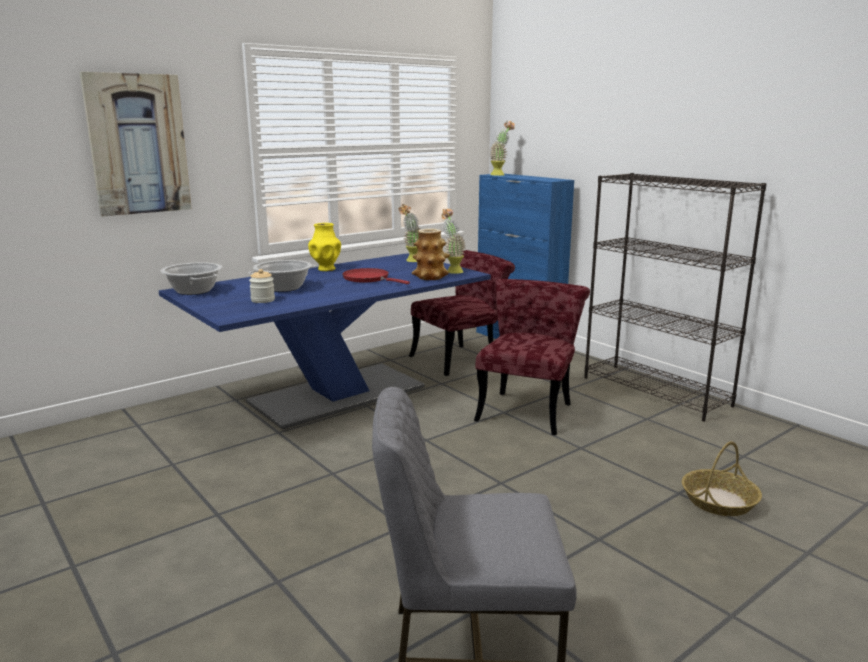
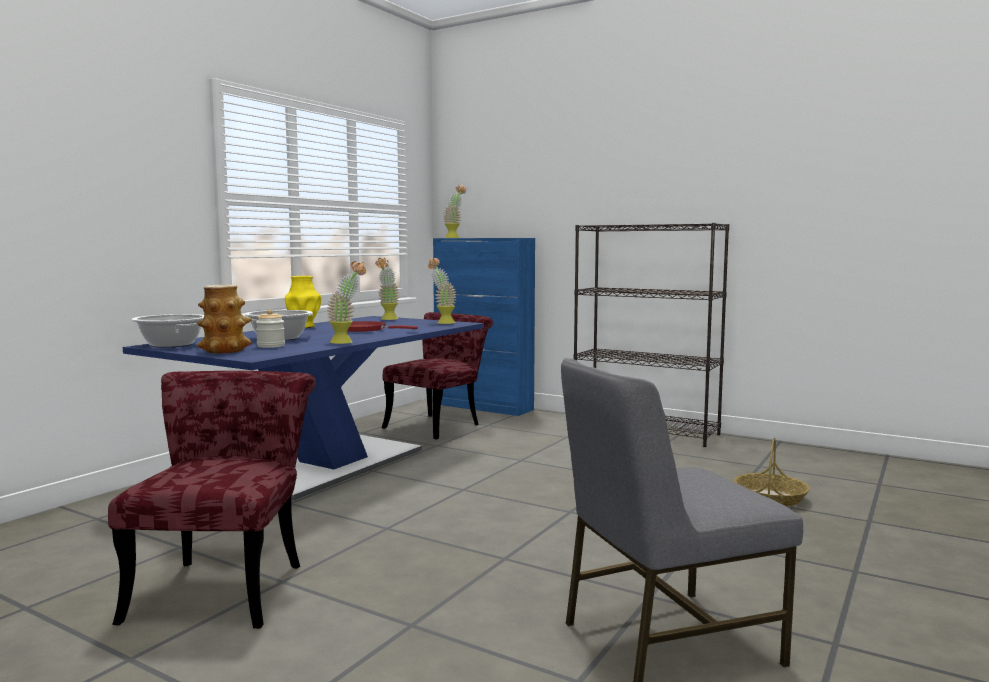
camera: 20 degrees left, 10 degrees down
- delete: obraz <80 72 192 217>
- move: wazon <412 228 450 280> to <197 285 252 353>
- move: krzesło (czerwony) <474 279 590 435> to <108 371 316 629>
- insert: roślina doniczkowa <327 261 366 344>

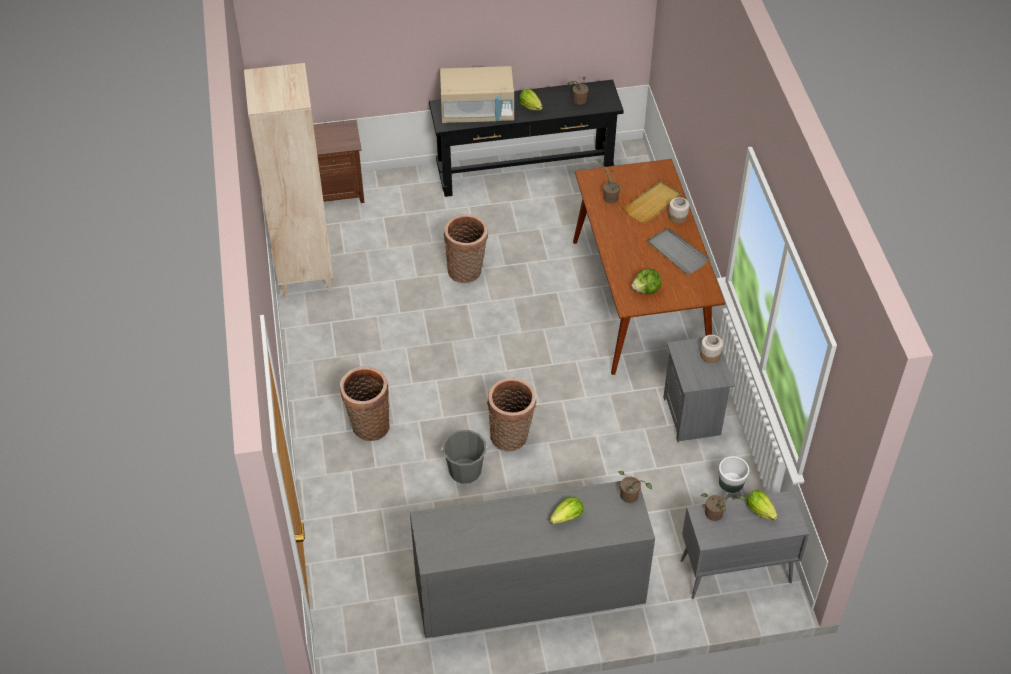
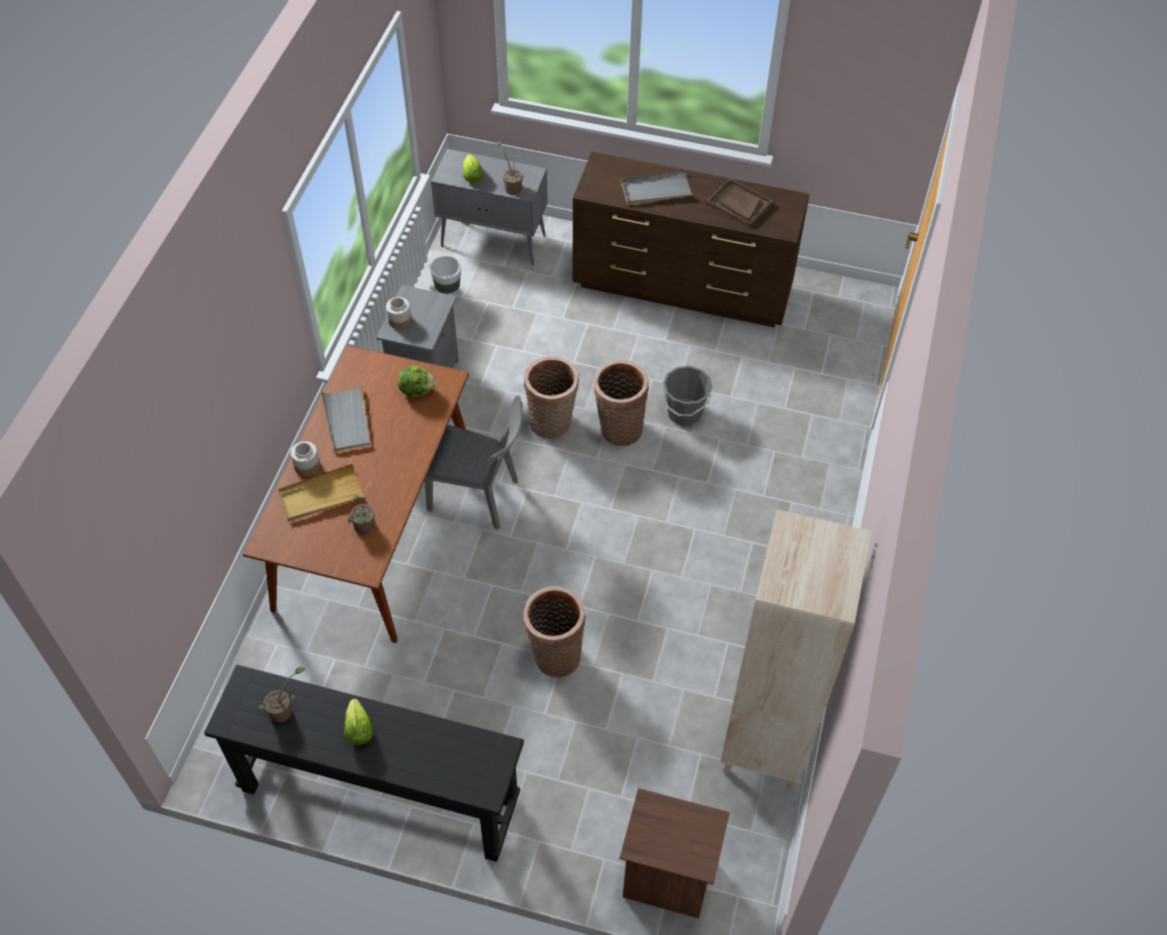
camera: 155 degrees left, 5 degrees up
- delete: mikrofalówka (beżowy) <440 66 514 123>
- move: koszyk <340 366 390 441> to <524 356 579 439>
- delete: roślina doniczkowa <618 471 652 503>
- recolor: komoda (szary) <410 478 655 638> to komoda (brązowy) <573 152 810 327>
- replace: sałata <550 497 583 524> to taca (szary) <621 169 694 205>
- insert: taca (brązowy) <706 178 773 228>
- insert: krzesło (szary) <424 395 523 530>

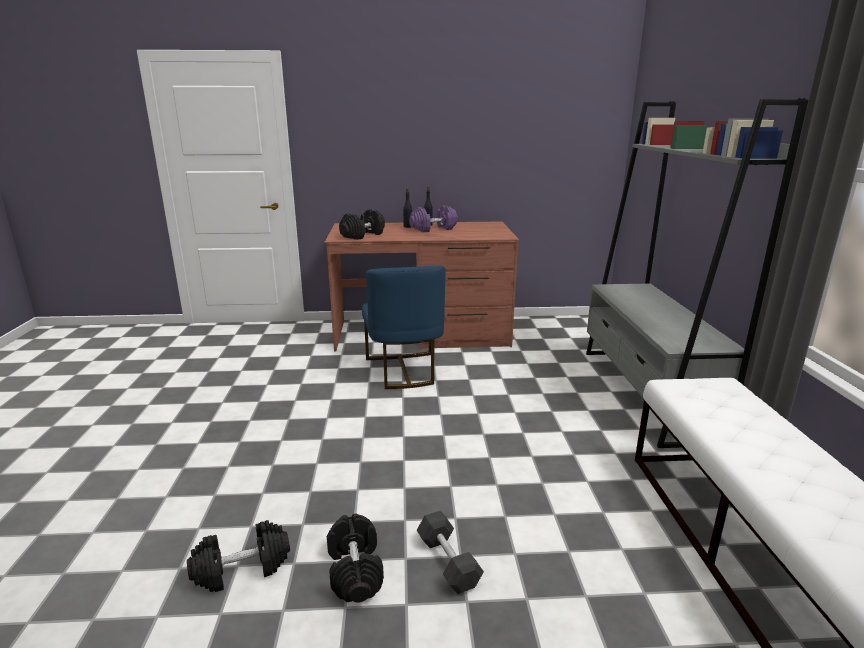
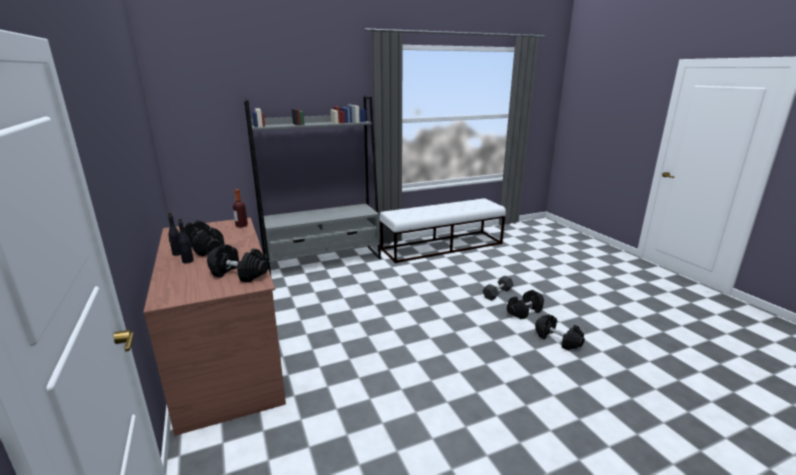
camera: 110 degrees left, 0 degrees up
- recolor: hantel (fioletowy) <409 205 458 232> to hantel (czarny) <184 220 224 256>
- delete: krzesło (niebieski) <362 265 446 389>
- insert: butelka <233 189 248 228>

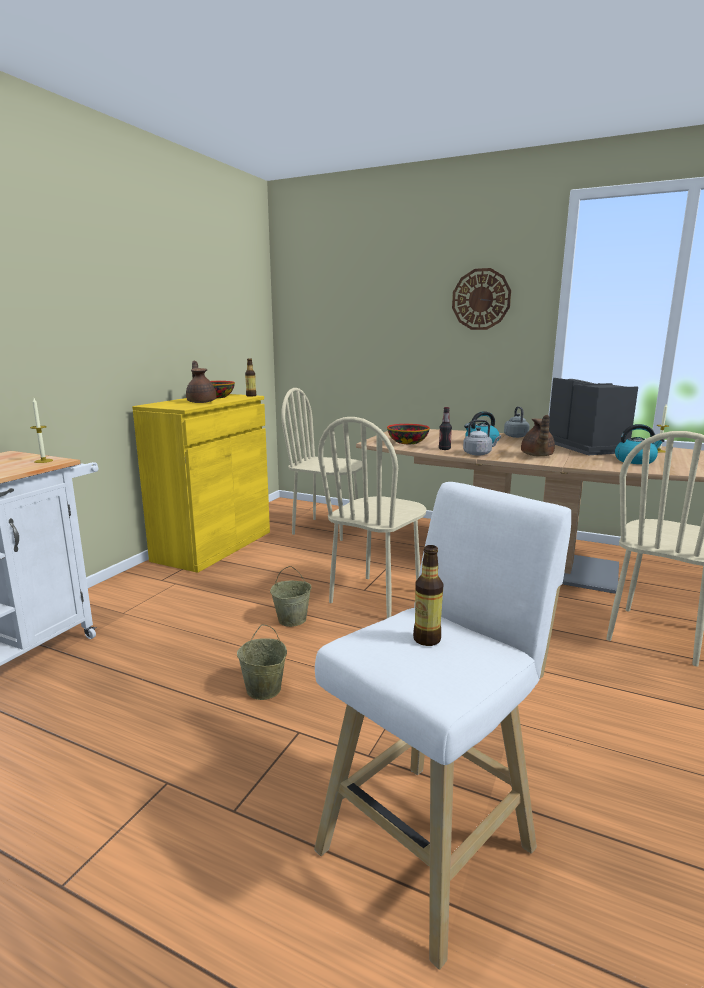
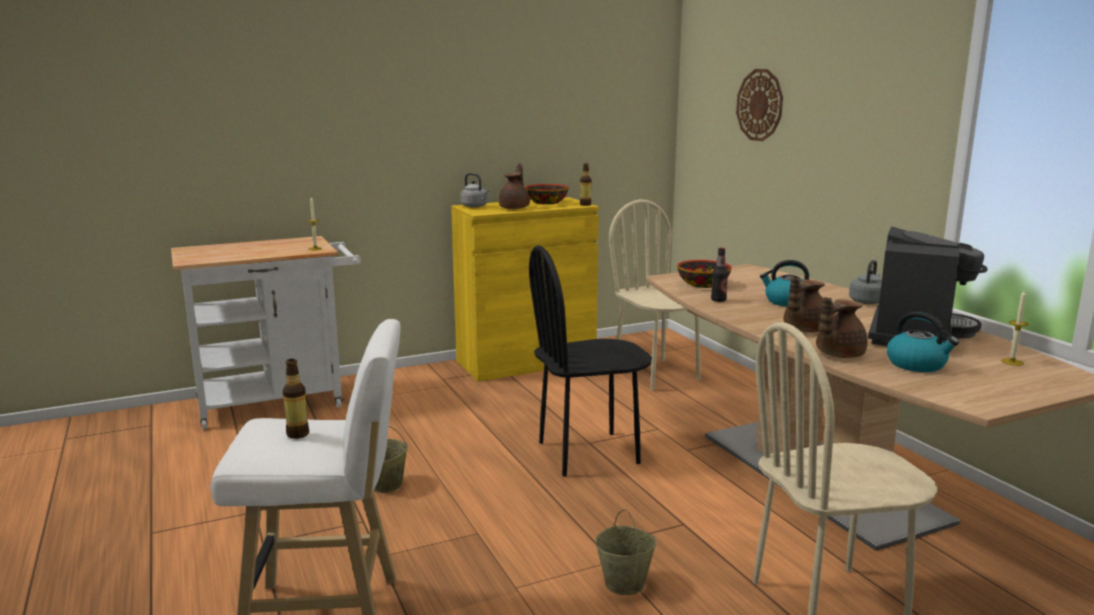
camera: 40 degrees right, 0 degrees up
- move: zegar ścienny <452 268 511 330> to <736 69 783 141>
- recolor: krzesło (beżowy) <318 417 426 618> to krzesło (czarny) <529 245 652 477>
- move: czajnik (szary) <463 420 501 456> to <461 173 489 208>
- move: wiadro (beżowy) <270 566 311 627> to <595 509 657 595>
- insert: imbryk (brązowy) <816 297 867 358>

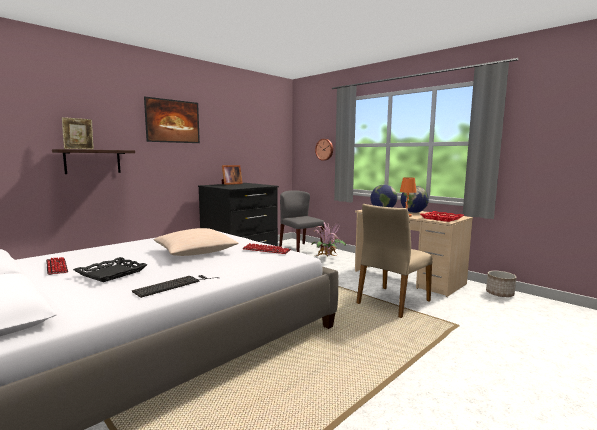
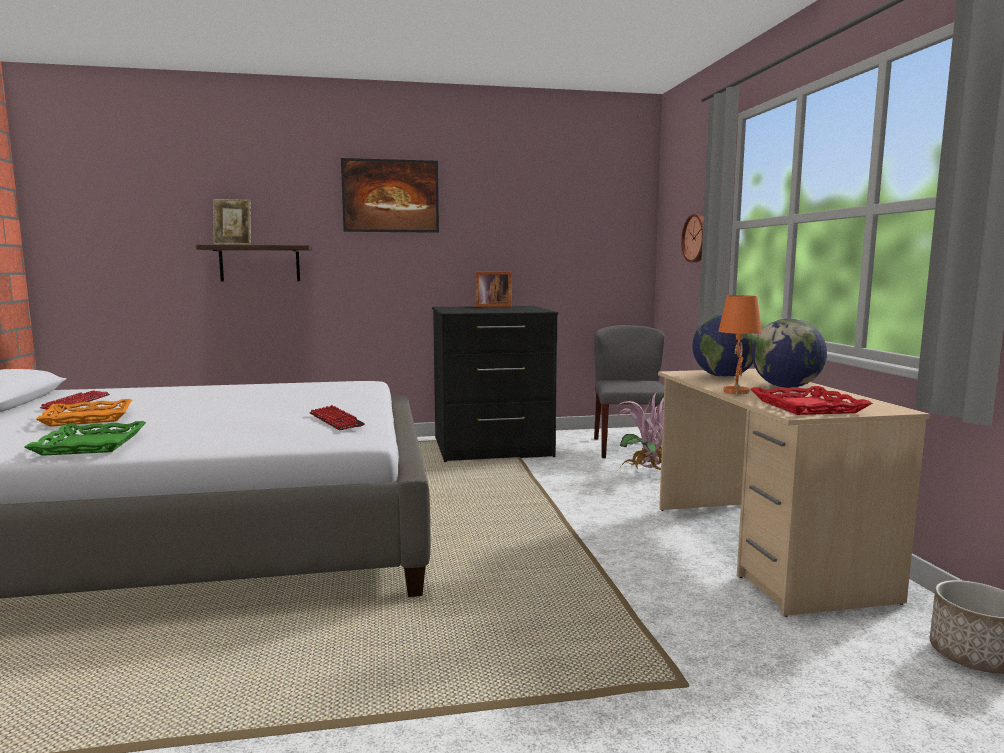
camera: 35 degrees right, 0 degrees up
- delete: krzesło (beżowy) <357 204 432 318>
- delete: poduszka (beżowy) <154 228 238 256>
- recolor: taca (czarny) <73 257 148 282> to taca (pomarańczowy) <36 399 132 427>
- replace: klawiatura <132 275 219 298> to taca (zielony) <24 421 146 456>

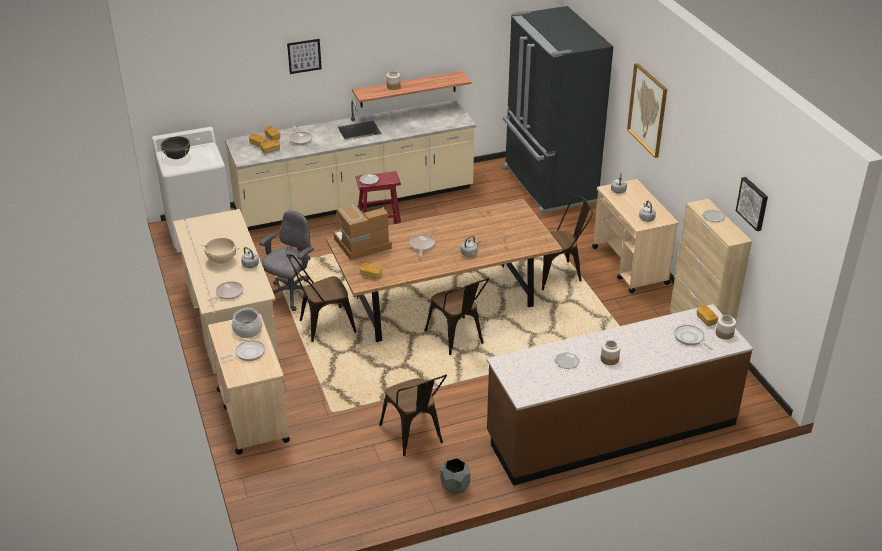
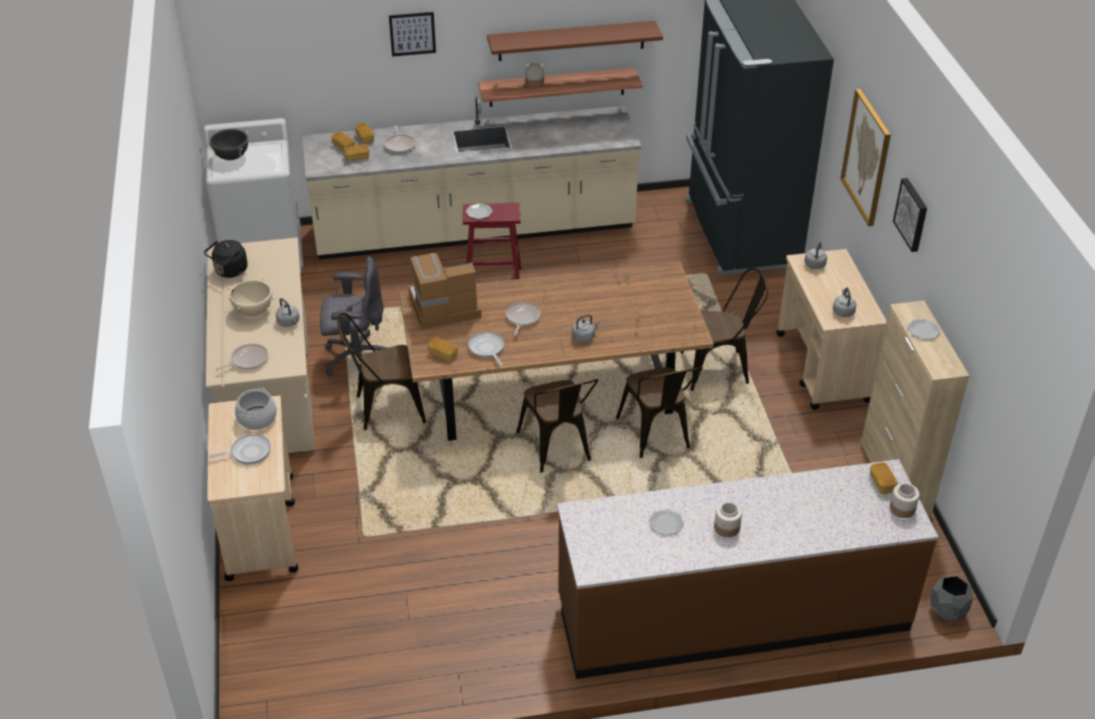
camera: 10 degrees right, 5 degrees up
- move: obraz <736 177 768 231> to <893 178 927 252>
- rotate: krzesło biurowe (szary) <259 211 314 311> = <320 256 388 376> 45 degrees clockwise
- move: patelnia <674 325 713 350> to <468 332 504 366>
- move: krzesło (brązowy) <379 374 447 456> to <616 366 703 458>
- move: donica (szary) <440 458 470 494> to <930 576 973 622>
- insert: półka (brązowy) <487 21 663 61>
- insert: czajnik (czarny) <204 240 248 278>

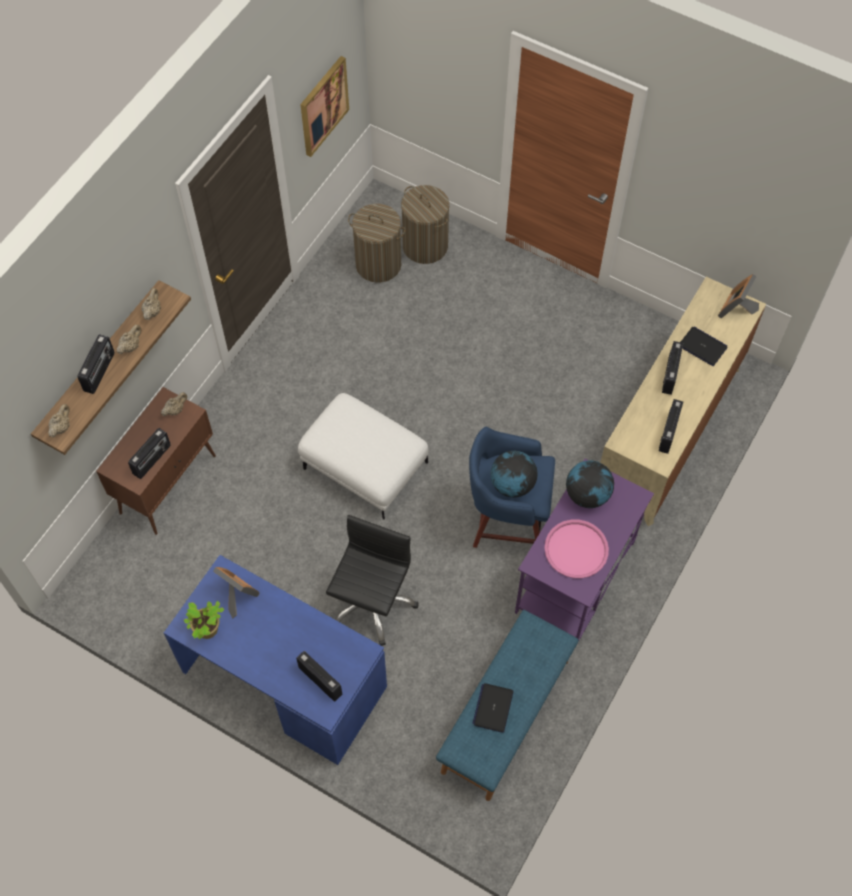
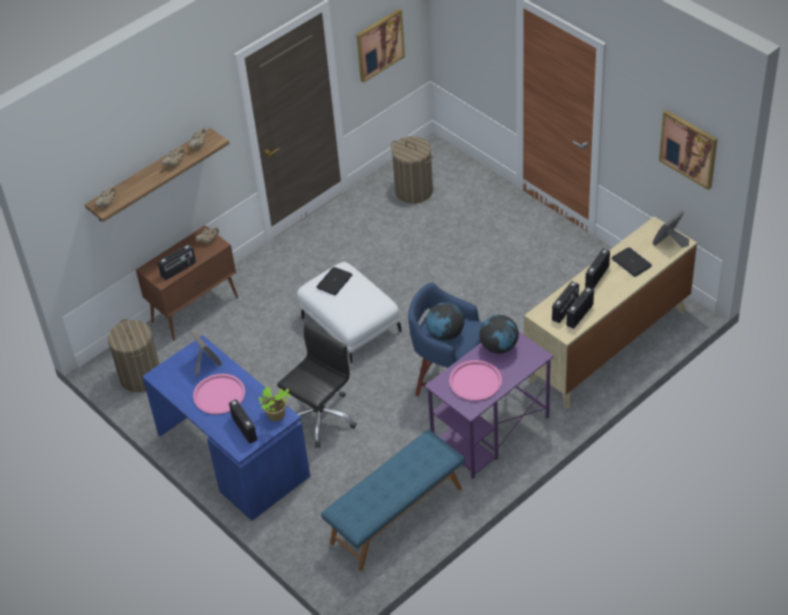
camera: 20 degrees right, 15 degrees down
- move: kosz na pranie <401 185 449 264> to <108 319 159 392>
- move: radio <77 334 114 394> to <552 281 579 323>
- move: roślina doniczkowa <184 601 224 639> to <259 387 291 421>
- move: laptop <472 683 514 733> to <316 267 353 295>
- insert: obraz <659 110 717 190>
- insert: taca (różowy) <193 374 245 415>

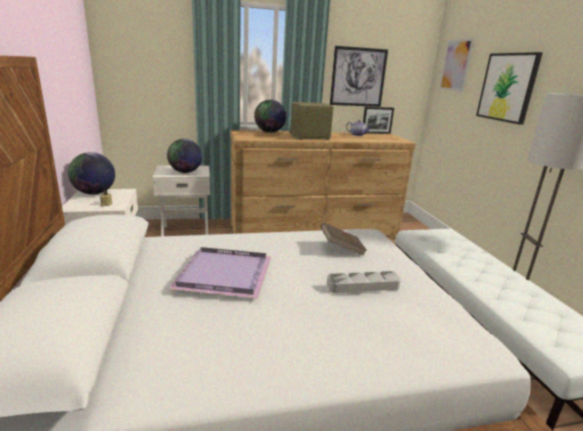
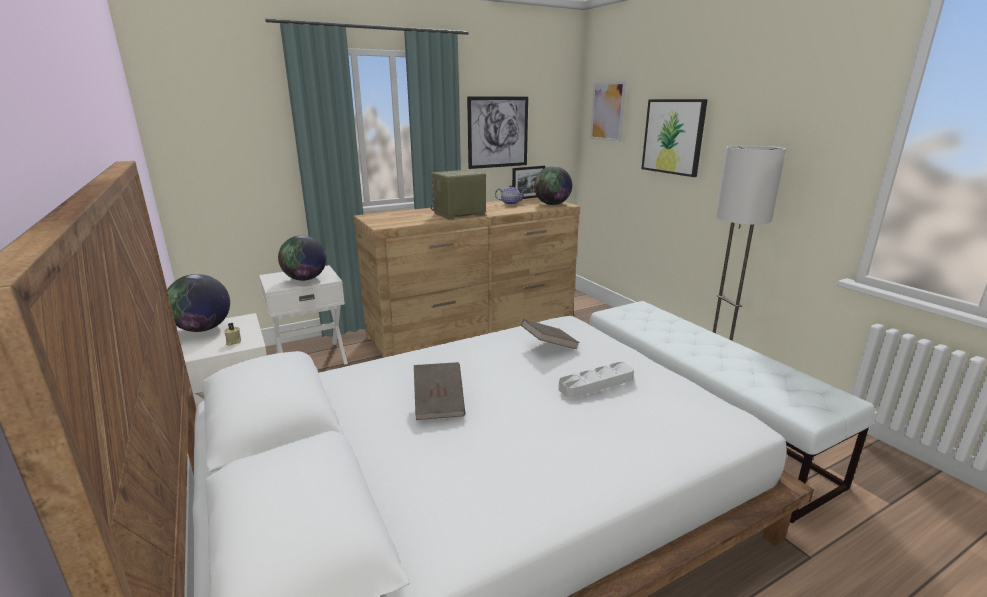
camera: 15 degrees left, 0 degrees up
- move: globus <254 100 286 133> to <534 166 572 205>
- replace: taca (fioletowy) <169 247 271 298> to książka (brązowy) <414 362 465 420>

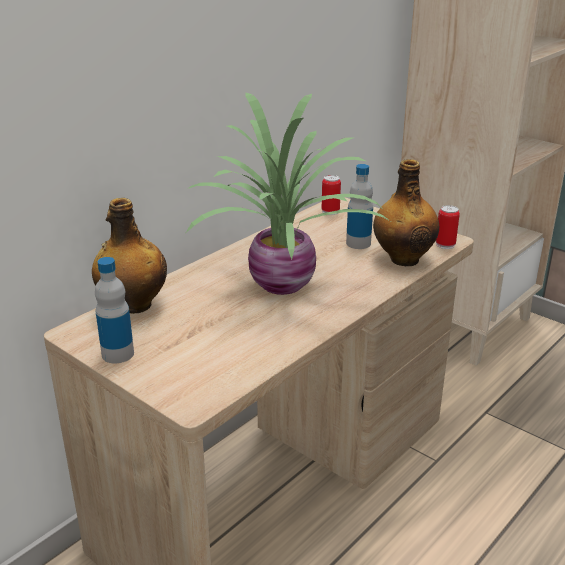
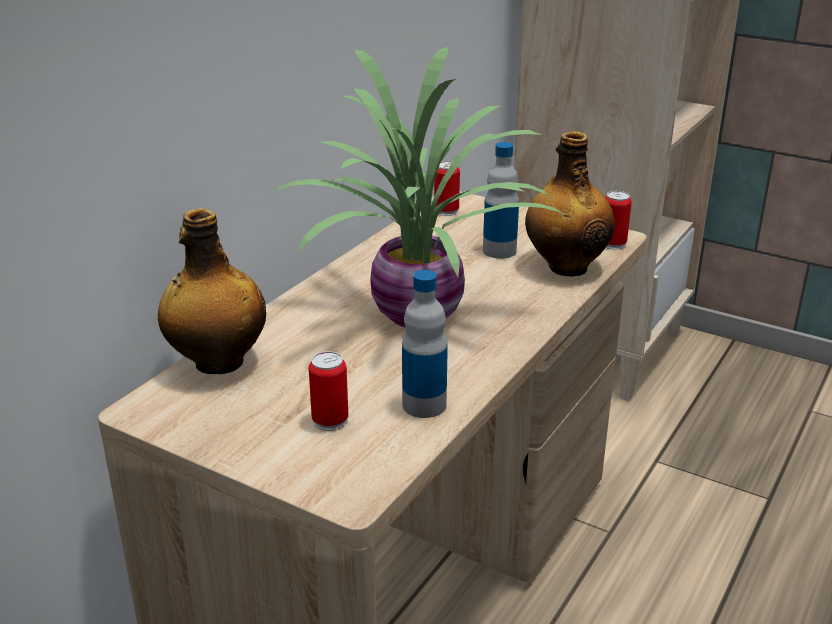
camera: 10 degrees left, 0 degrees up
- move: butelka <95 257 134 363> to <402 270 448 418>
- insert: puszka <309 352 348 431>

